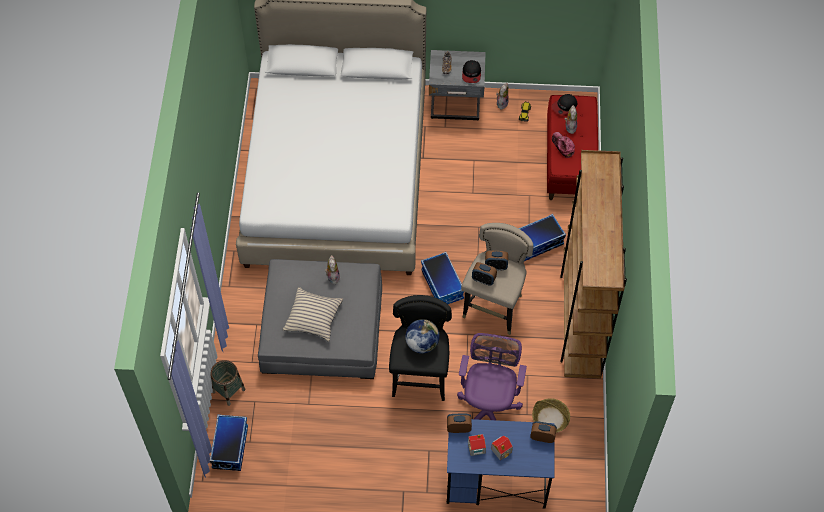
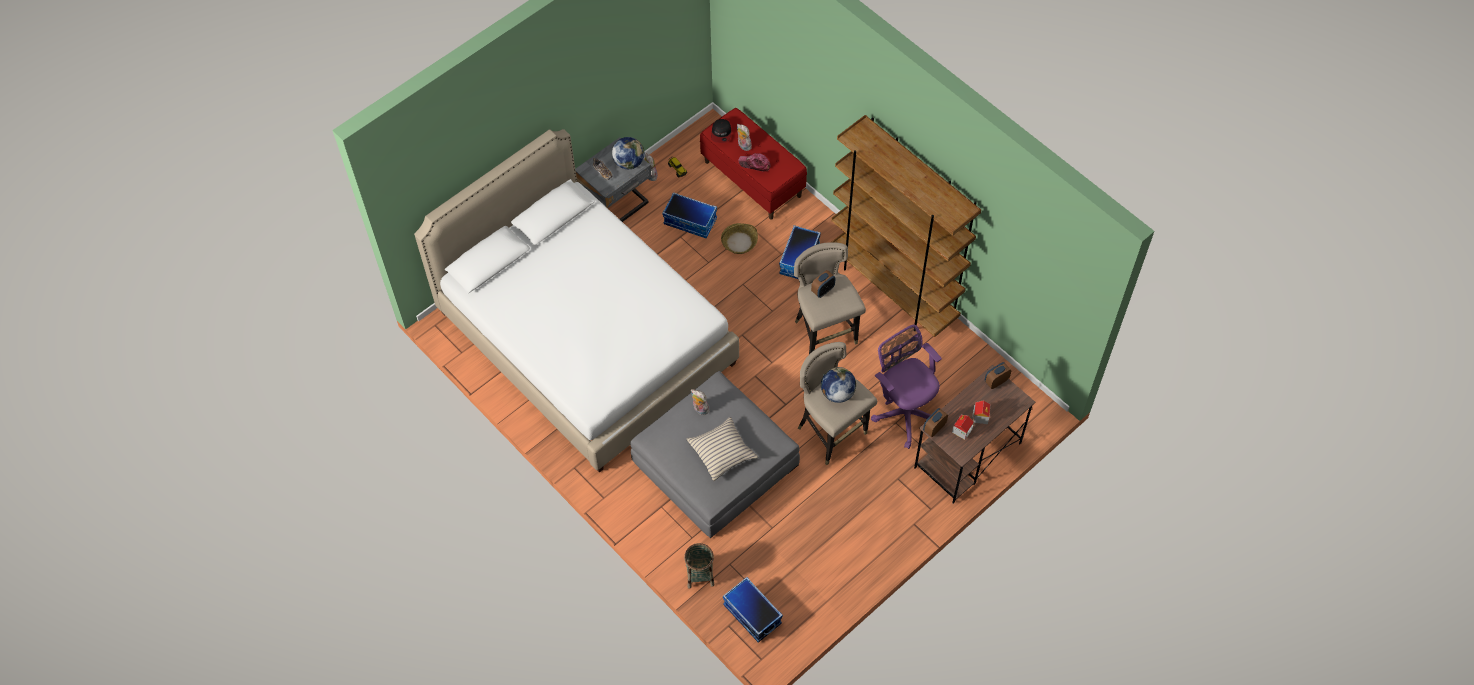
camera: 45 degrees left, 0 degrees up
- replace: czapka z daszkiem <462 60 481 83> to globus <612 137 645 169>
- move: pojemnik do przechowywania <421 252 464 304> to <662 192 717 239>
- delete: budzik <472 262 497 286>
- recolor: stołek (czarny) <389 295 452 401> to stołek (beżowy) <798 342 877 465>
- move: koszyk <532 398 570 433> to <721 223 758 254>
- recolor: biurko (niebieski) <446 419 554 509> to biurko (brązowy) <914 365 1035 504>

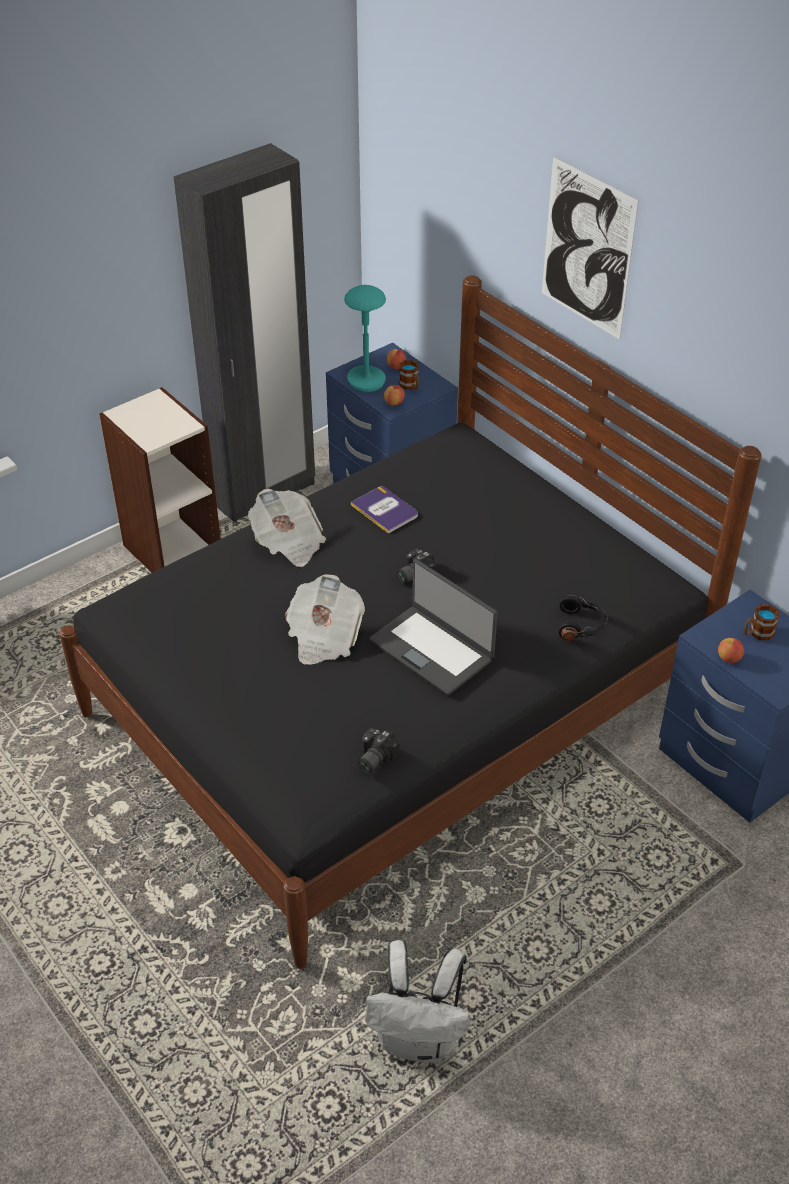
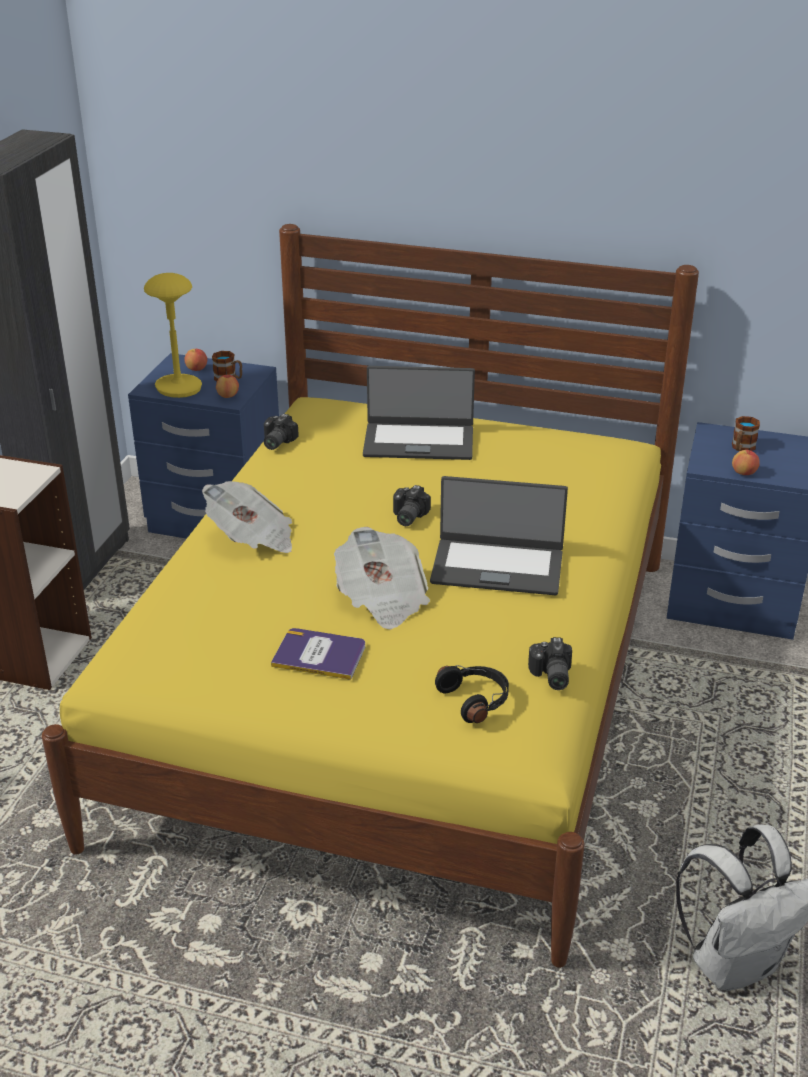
camera: 35 degrees left, 10 degrees down
- delete: obraz <542 157 639 339>
- recolor: łóżko (czarny) <60 275 761 969> to łóżko (żółty) <42 224 699 968>
- recolor: lampa stołowa (turkusowy) <344 285 386 392> to lampa stołowa (żółty) <144 273 202 398>
- move: książka <351 486 418 534> to <271 628 365 680>
- move: słuchawki (czarny) <558 594 608 642> to <435 665 509 723>
- insert: laptop <363 366 475 460>
- insert: aparat fotograficzny <264 414 299 450>

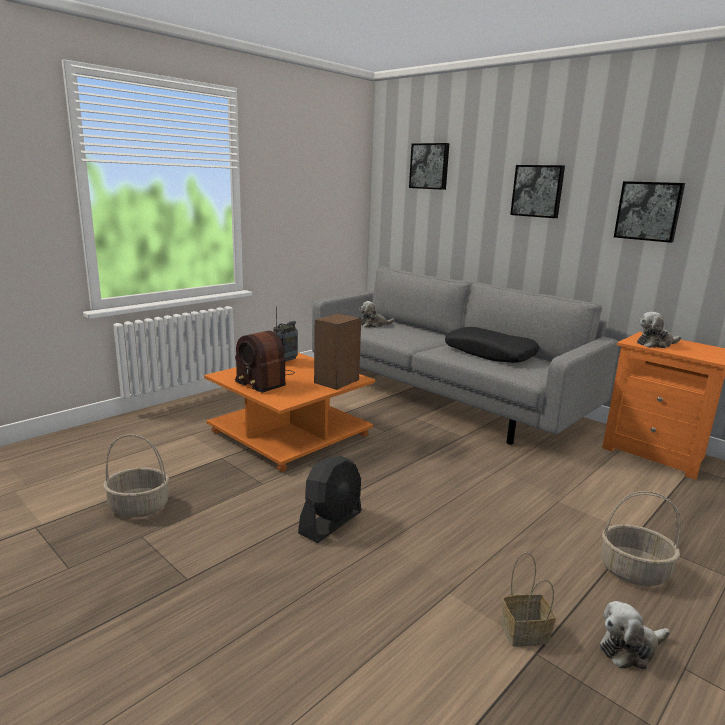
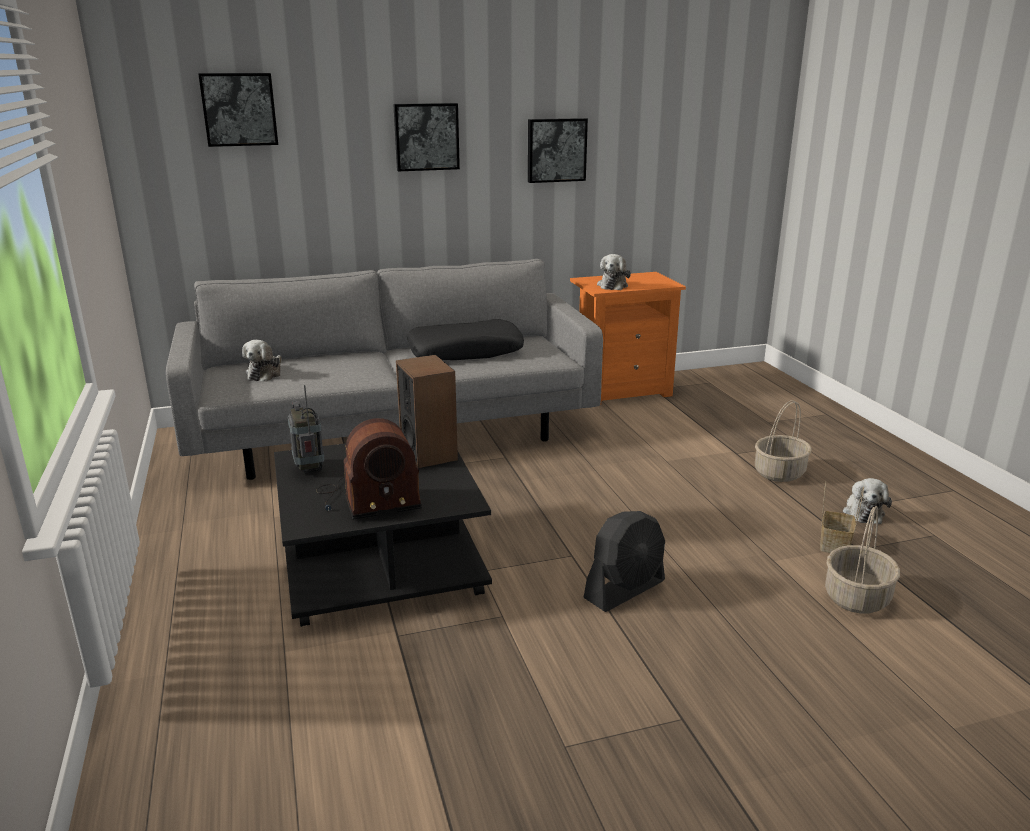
camera: 60 degrees left, 5 degrees up
- recolor: ława (pomarańczowy) <204 353 375 472> to ława (czarny) <274 443 492 627>
- move: koszyk <103 435 169 518> to <825 506 900 613>
- rotate: wentylator (czarny) <298 456 362 543> = <583 511 665 612> 75 degrees clockwise

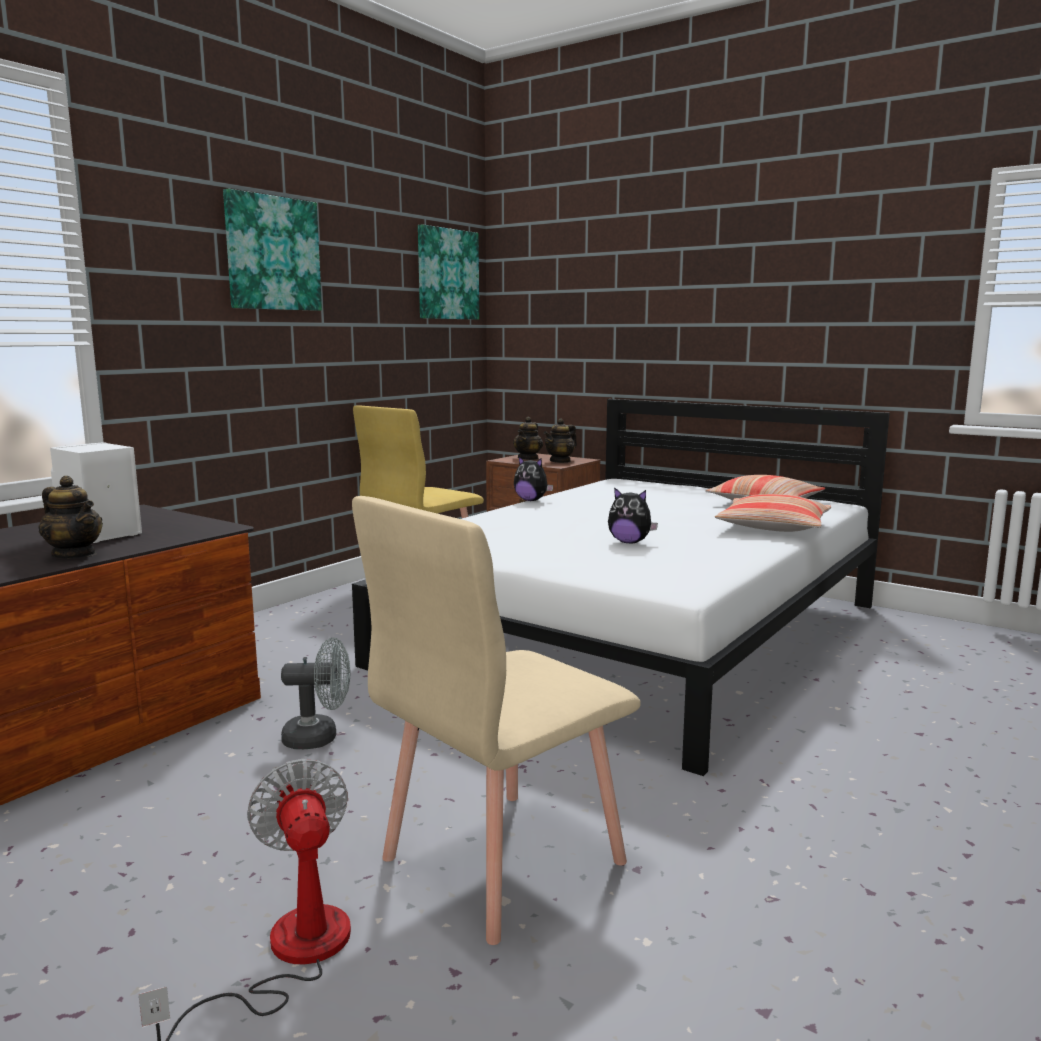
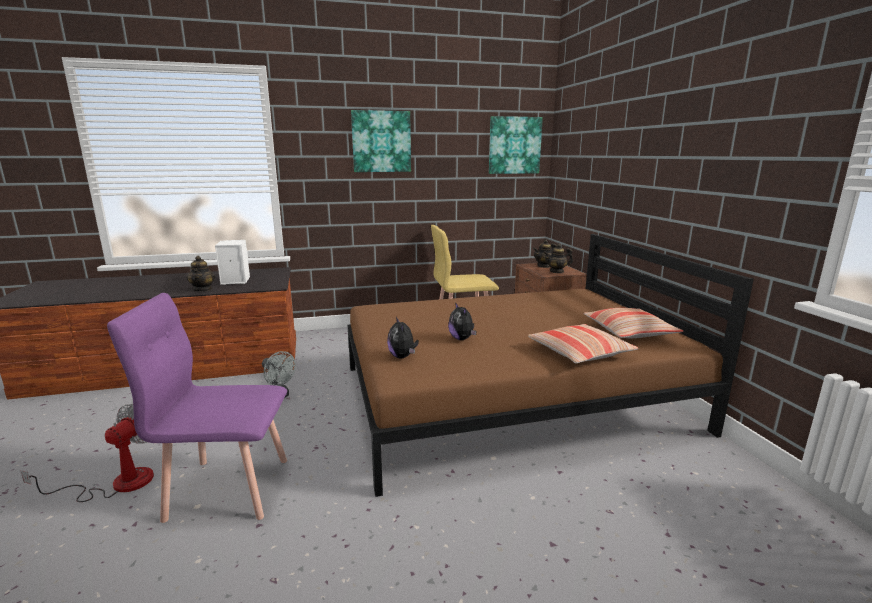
camera: 40 degrees right, 5 degrees up
- recolor: łóżko (biały) <352 399 890 776> to łóżko (brązowy) <348 234 754 497>
- move: pluszak <514 457 553 501> to <387 317 419 359>
- recolor: krzesło (beżowy) <352 496 641 945> to krzesło (fioletowy) <107 293 287 523>

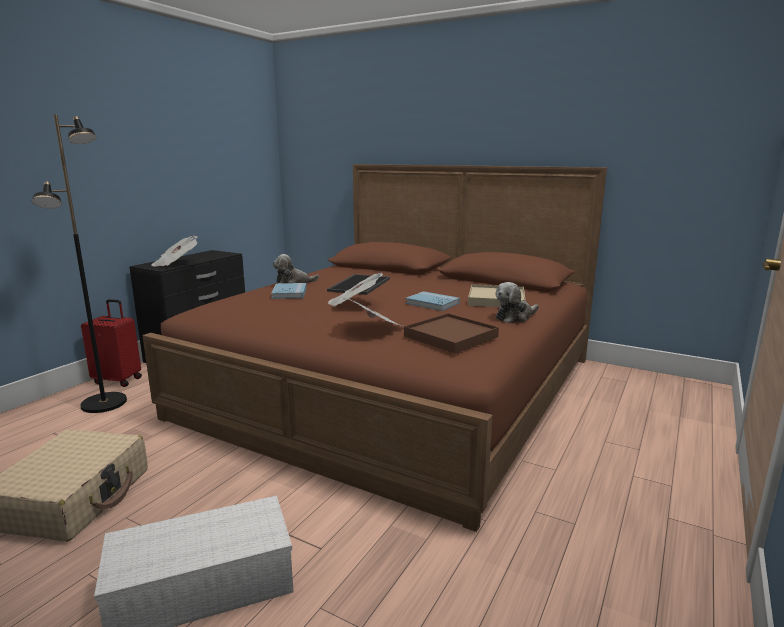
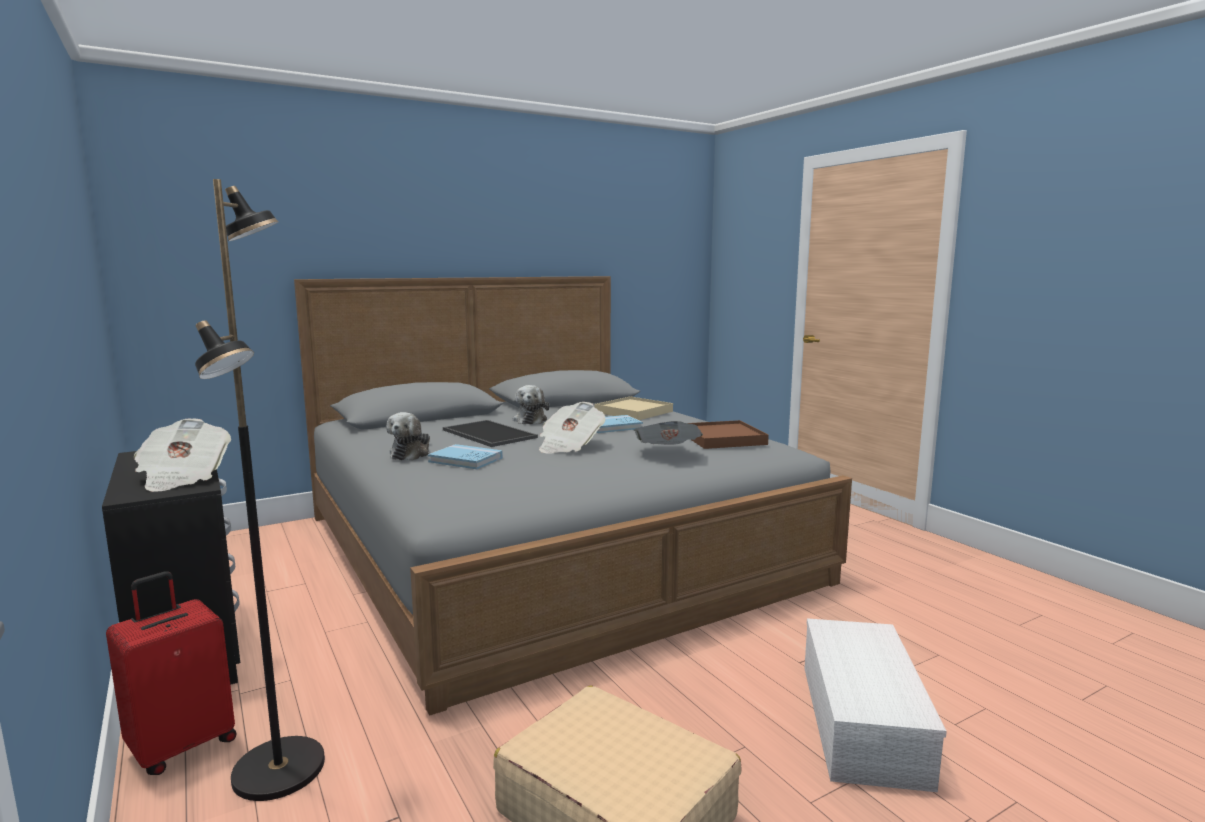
camera: 60 degrees left, 5 degrees down
- recolor: łóżko (brązowy) <142 164 607 532> to łóżko (szary) <294 276 852 716>
- move: pluszak <495 282 539 323> to <513 385 550 424>

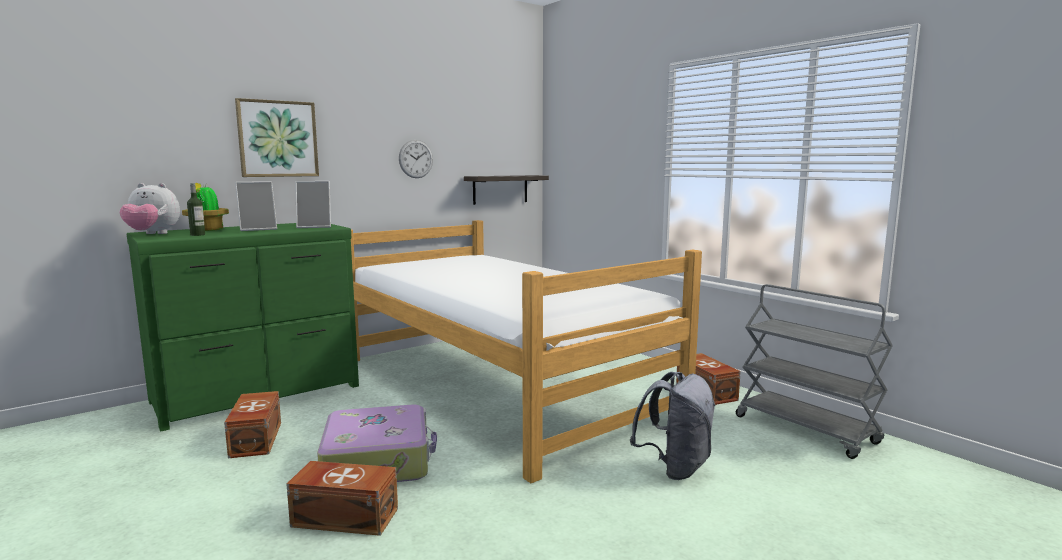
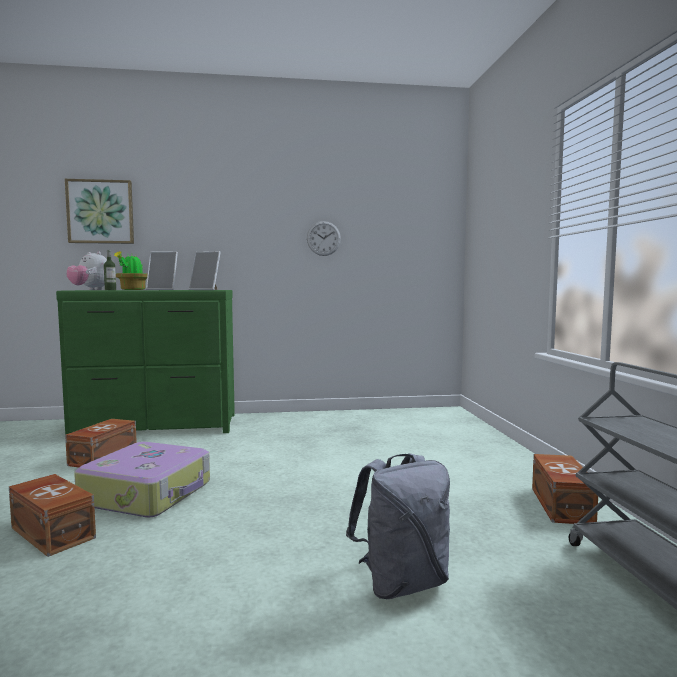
camera: 30 degrees right, 5 degrees down
- move: obraz <235 98 319 177> to <65 179 134 244>
- delete: półka <464 175 549 205>
- delete: łóżko <351 220 702 483>

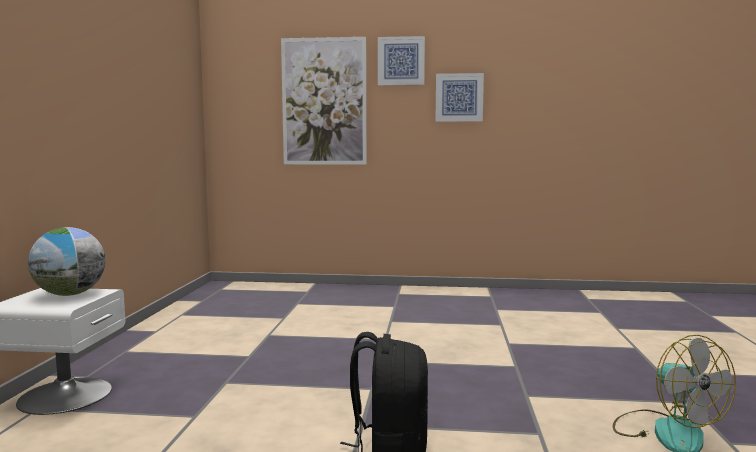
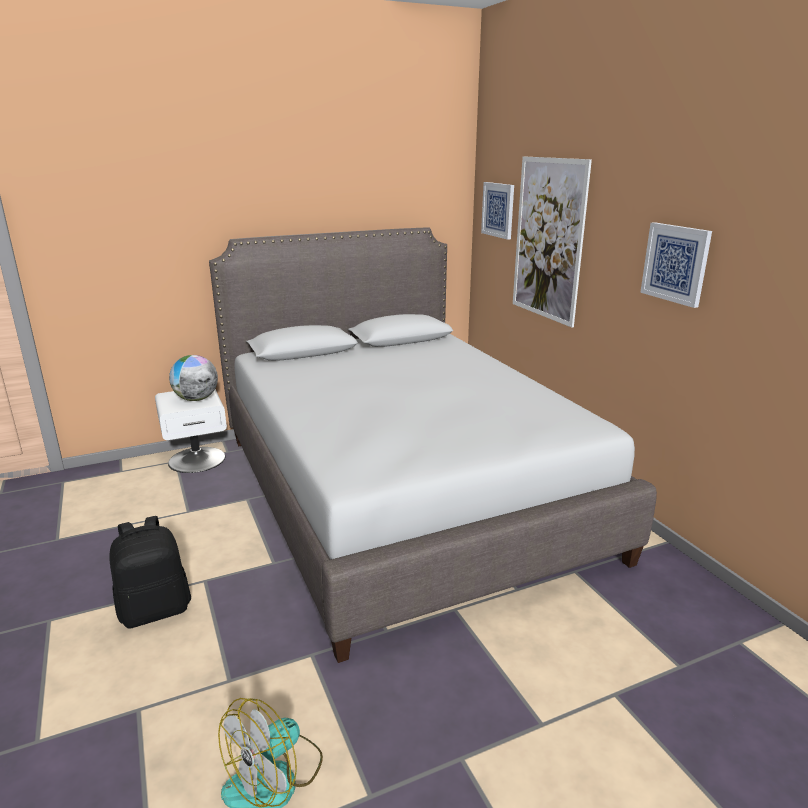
camera: 60 degrees right, 15 degrees up
- move: obraz <378 36 425 86> to <481 182 514 240>
- insert: łóżko (szary) <209 227 657 663>

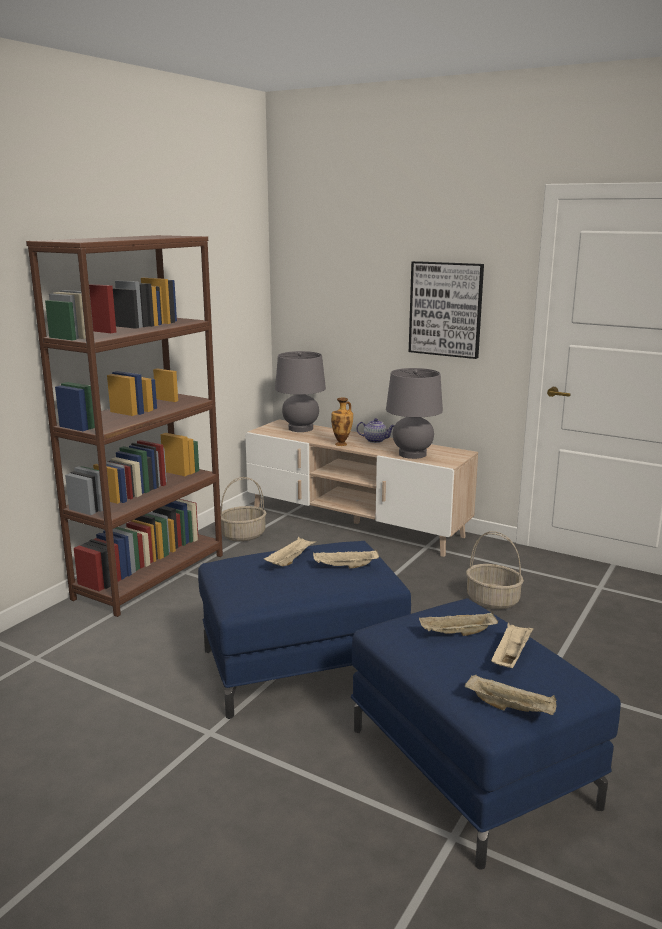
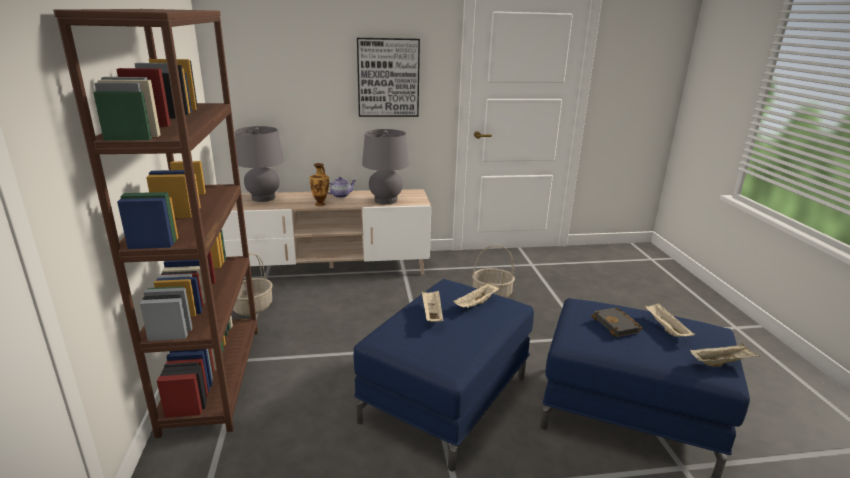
camera: 40 degrees left, 5 degrees up
- replace: taca (beżowy) <419 612 498 636> to książka (czarny) <591 308 642 337>

